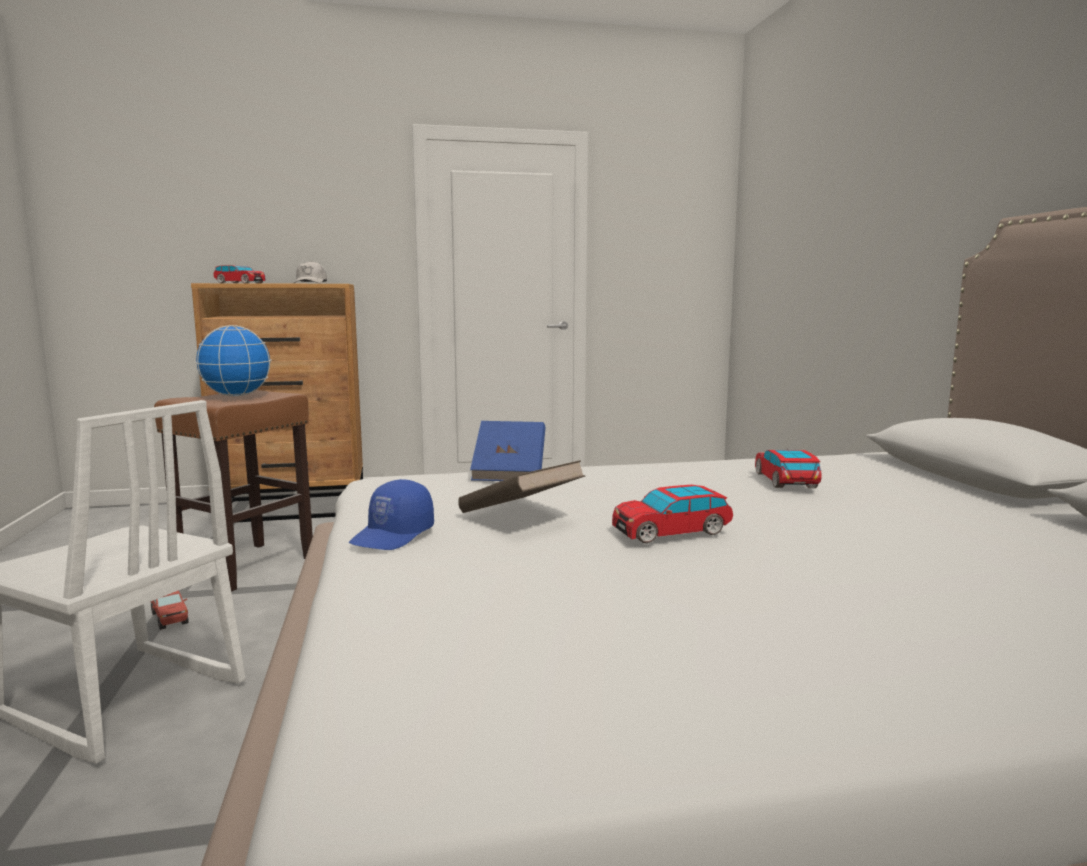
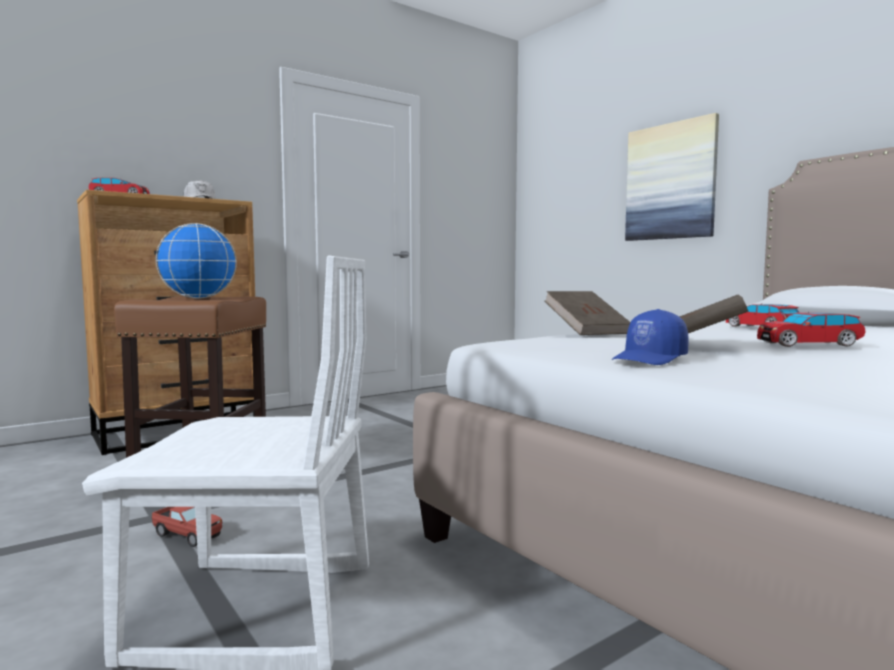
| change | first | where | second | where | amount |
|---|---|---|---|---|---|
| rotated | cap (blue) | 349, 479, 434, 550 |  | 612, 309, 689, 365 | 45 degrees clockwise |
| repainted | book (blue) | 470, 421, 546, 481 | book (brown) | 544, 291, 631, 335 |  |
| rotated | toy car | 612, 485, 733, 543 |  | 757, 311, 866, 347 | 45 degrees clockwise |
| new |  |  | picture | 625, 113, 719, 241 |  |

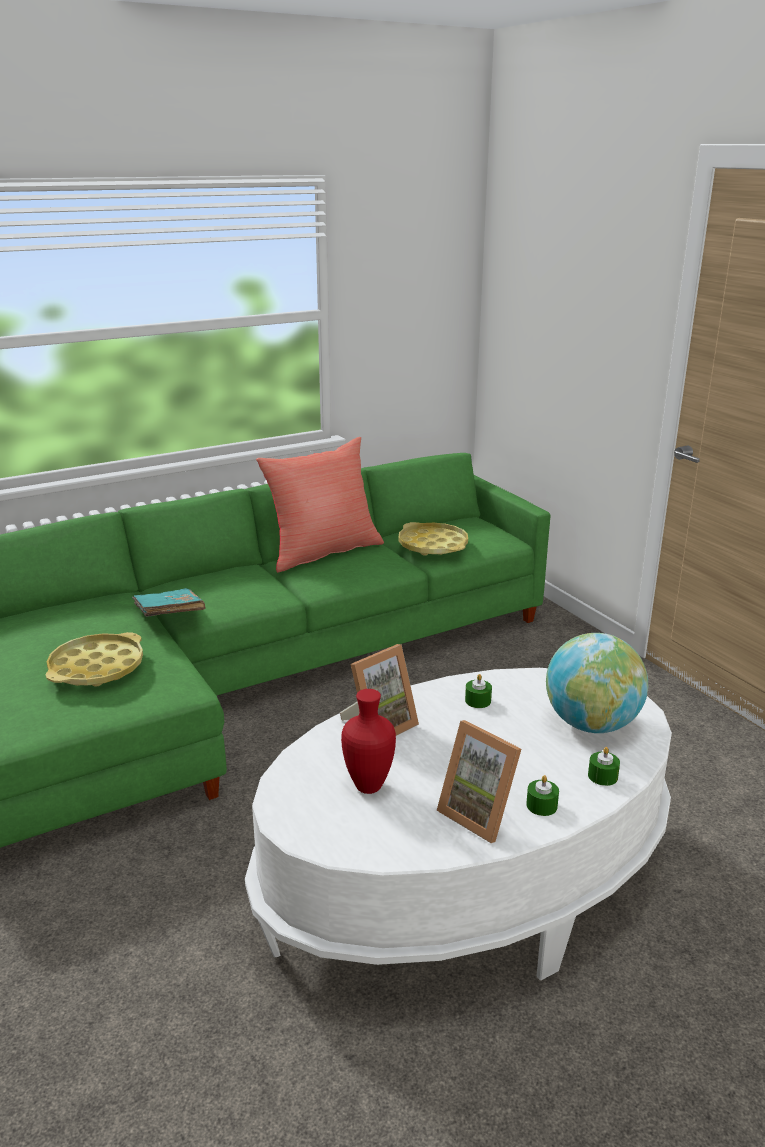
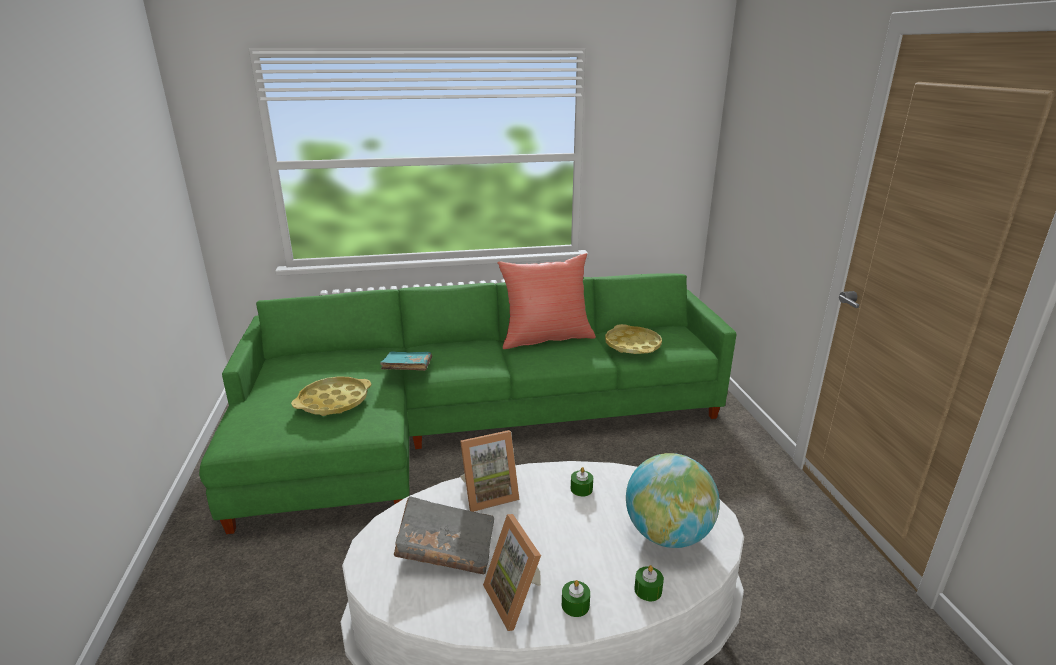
| change | first | where | second | where | amount |
|---|---|---|---|---|---|
| swapped | vase (red) | 341, 689, 396, 794 | book (grey) | 394, 496, 494, 574 |  |

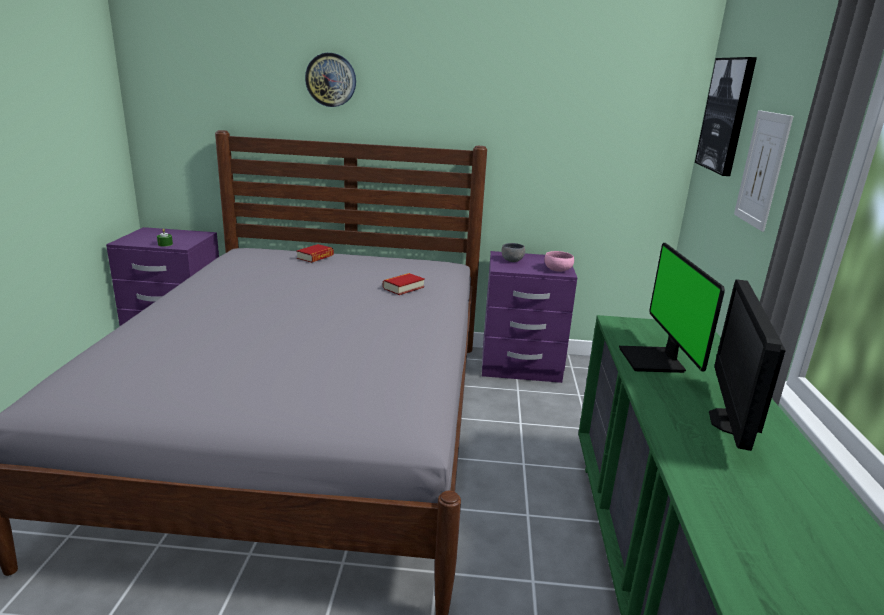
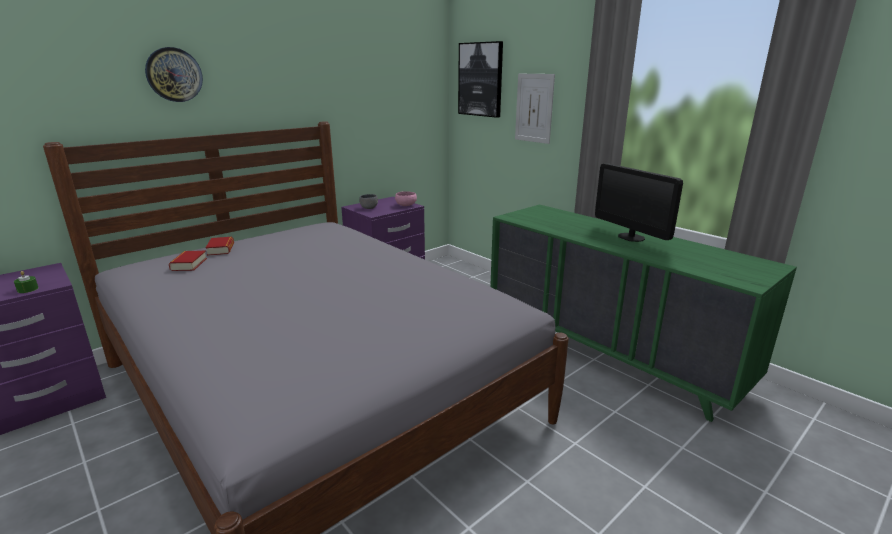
| change | first | where | second | where | amount |
|---|---|---|---|---|---|
| shifted | book | 383, 273, 425, 295 |  | 169, 251, 207, 271 |  |
| gone | monitor | 619, 243, 725, 373 |  |  |  |

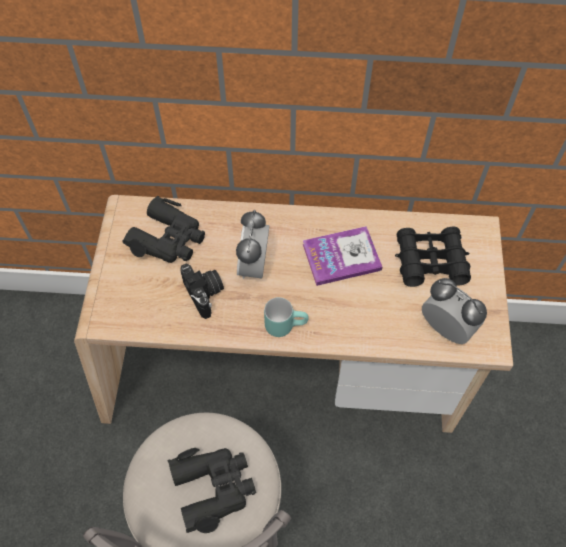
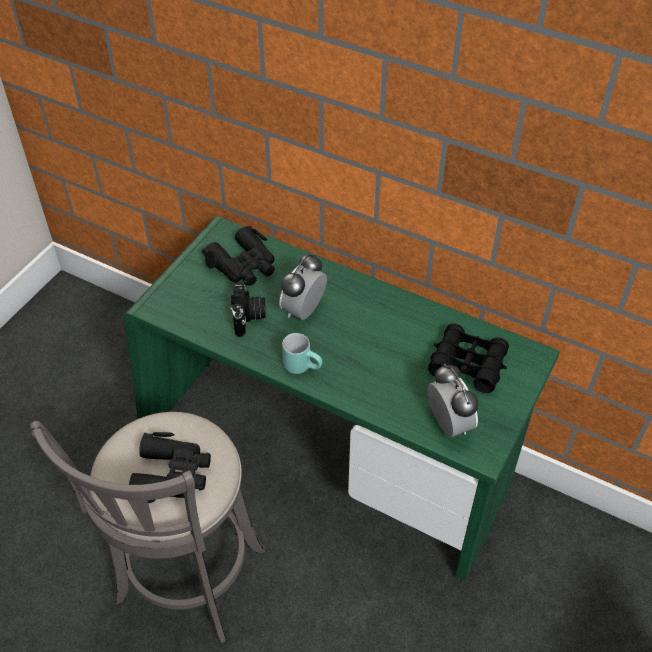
| change | first | where | second | where | amount |
|---|---|---|---|---|---|
| repainted | desk (beige) | 74, 195, 513, 433 | desk (green) | 124, 217, 560, 581 |  |
| gone | book | 303, 226, 382, 286 |  |  |  |

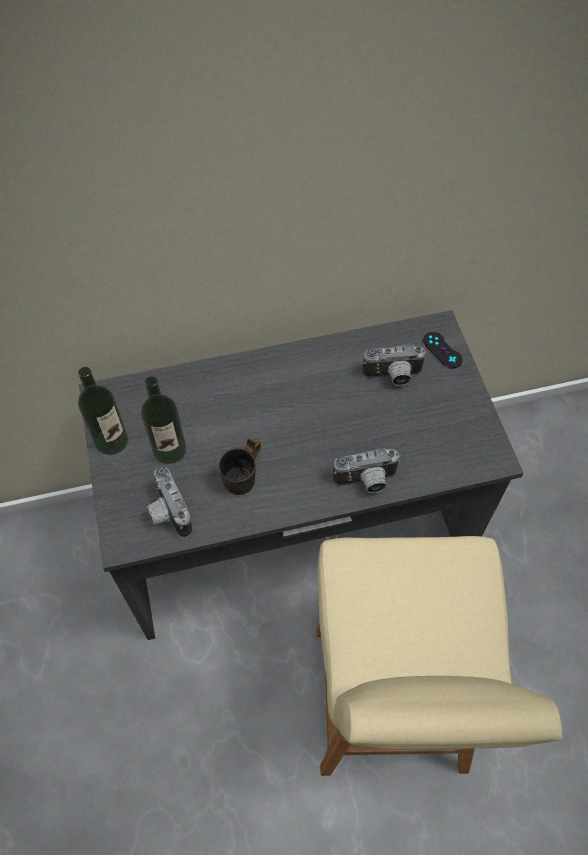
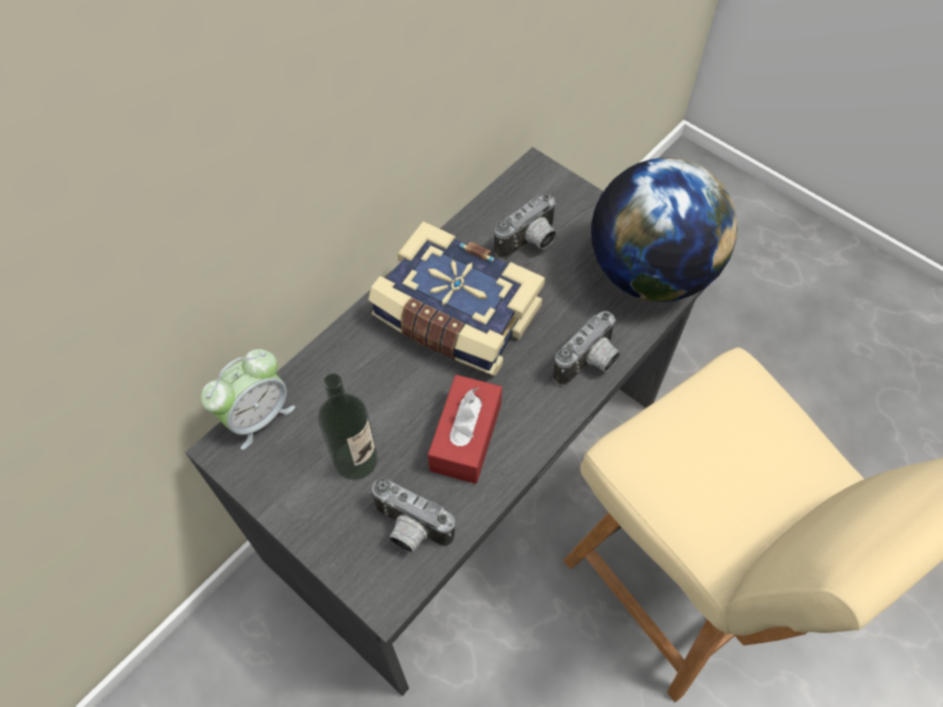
| change | first | where | second | where | amount |
|---|---|---|---|---|---|
| gone | bottle | 78, 367, 128, 455 |  |  |  |
| swapped | mug (grey) | 219, 439, 261, 495 | tissue box (red) | 428, 375, 502, 484 |  |
| gone | game controller (black) | 423, 332, 463, 368 |  |  |  |
| new |  |  | alarm clock | 201, 349, 295, 450 |  |
| new |  |  | book | 368, 221, 545, 376 |  |
| new |  |  | globe | 591, 157, 737, 302 |  |

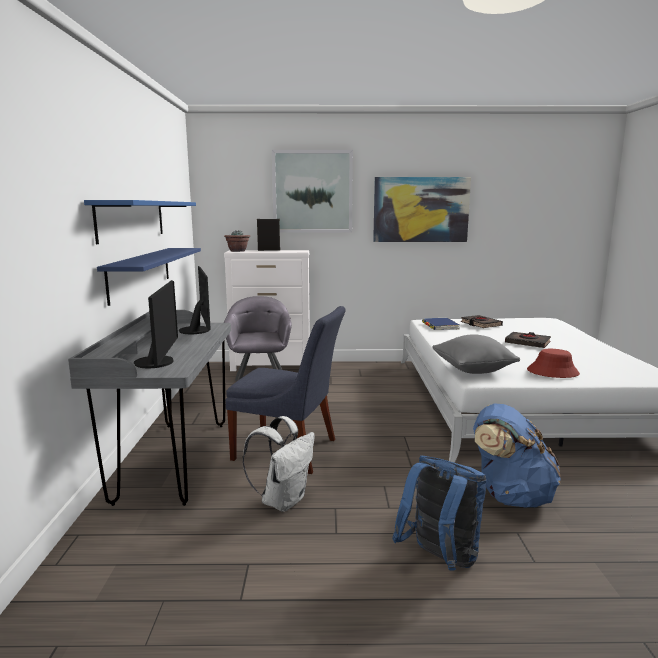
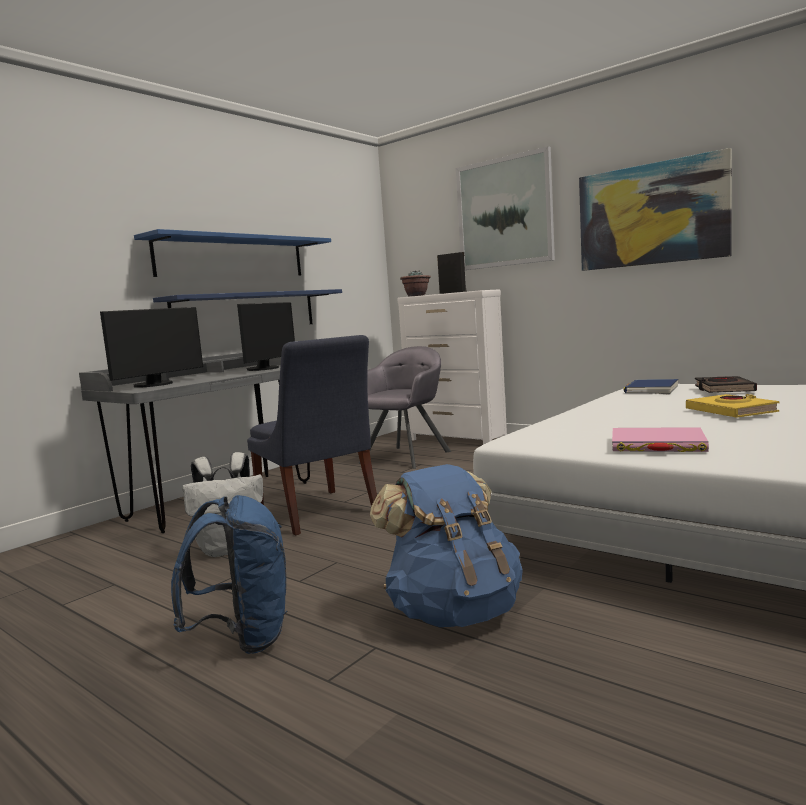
| change | first | where | second | where | amount |
|---|---|---|---|---|---|
| gone | pillow (grey) | 432, 334, 520, 374 |  |  |  |
| repainted | book (black) | 505, 332, 551, 348 | book (yellow) | 686, 394, 779, 418 |  |
| swapped | hat (red) | 527, 349, 580, 378 | book (pink) | 612, 427, 709, 452 |  |

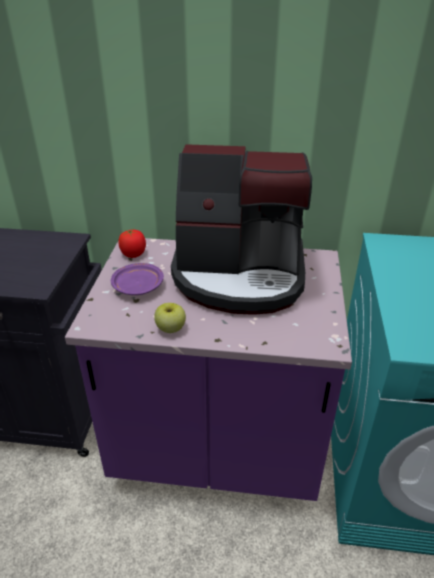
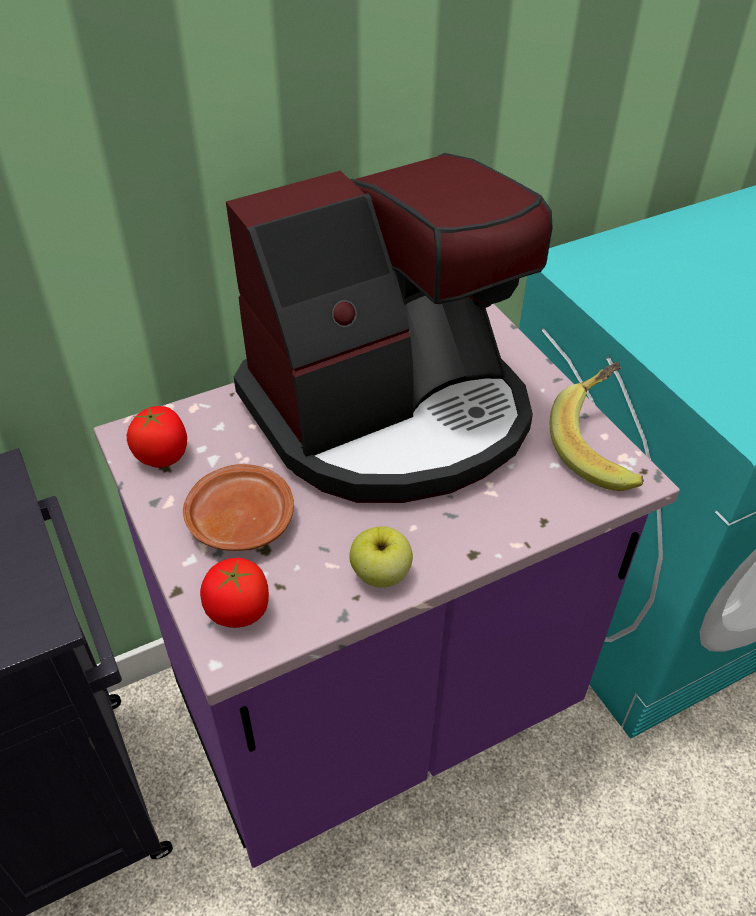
| change | first | where | second | where | amount |
|---|---|---|---|---|---|
| repainted | plate (purple) | 111, 263, 164, 295 | plate (brown) | 183, 464, 294, 551 |  |
| new |  |  | tomato | 200, 558, 269, 628 |  |
| new |  |  | banana | 550, 362, 644, 491 |  |

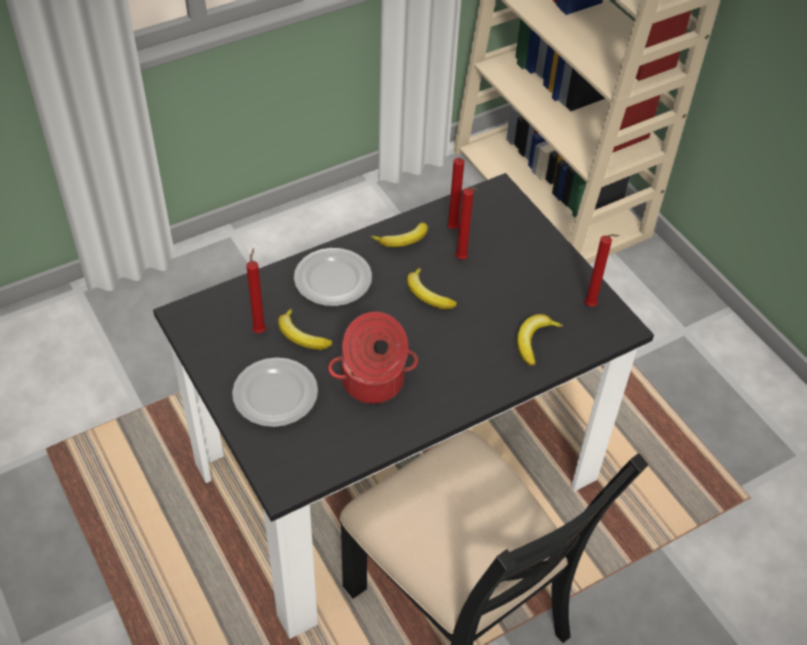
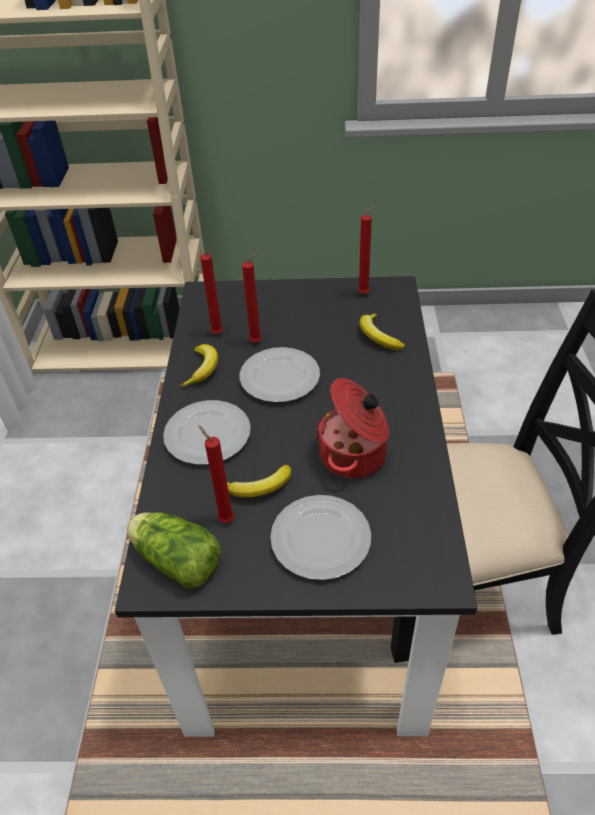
| change | first | where | second | where | amount |
|---|---|---|---|---|---|
| swapped | banana | 407, 268, 457, 309 | plate | 240, 347, 320, 403 |  |
| new |  |  | lettuce | 127, 512, 221, 588 |  |

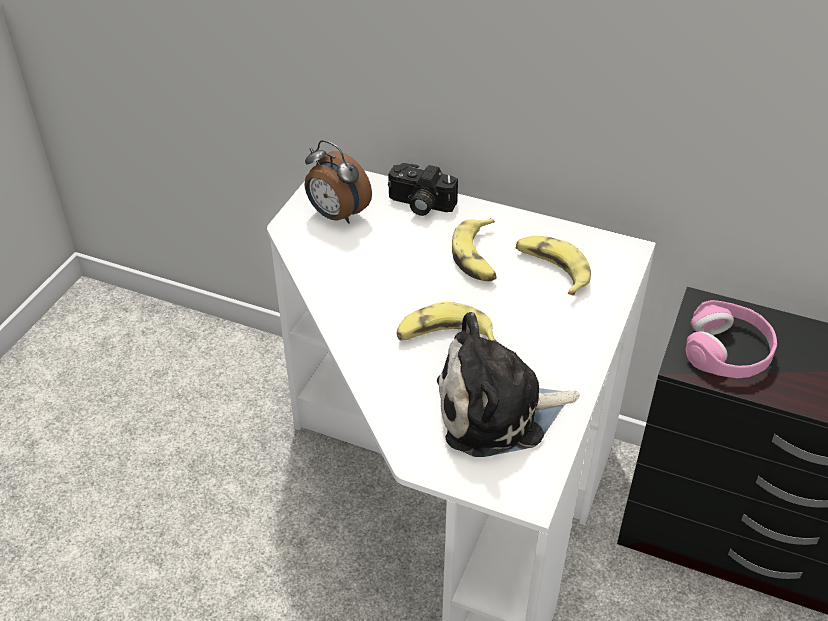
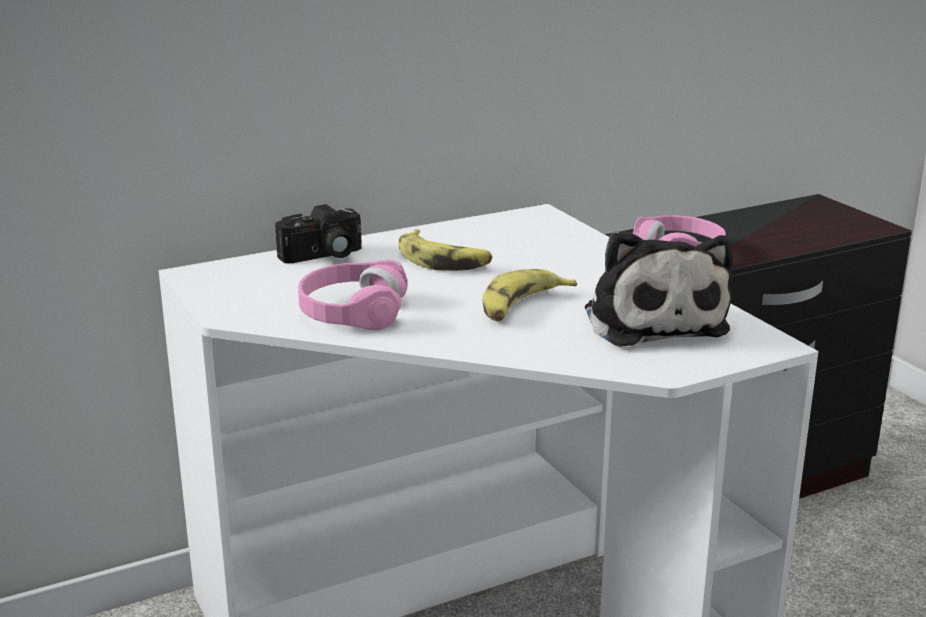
| change | first | where | second | where | amount |
|---|---|---|---|---|---|
| gone | alarm clock | 305, 140, 372, 224 |  |  |  |
| rotated | plush toy | 437, 312, 580, 457 |  | 585, 231, 733, 347 | 45 degrees counterclockwise |
| gone | banana | 515, 236, 591, 296 |  |  |  |
| new |  |  | headphones (pink) | 298, 260, 407, 330 |  |

